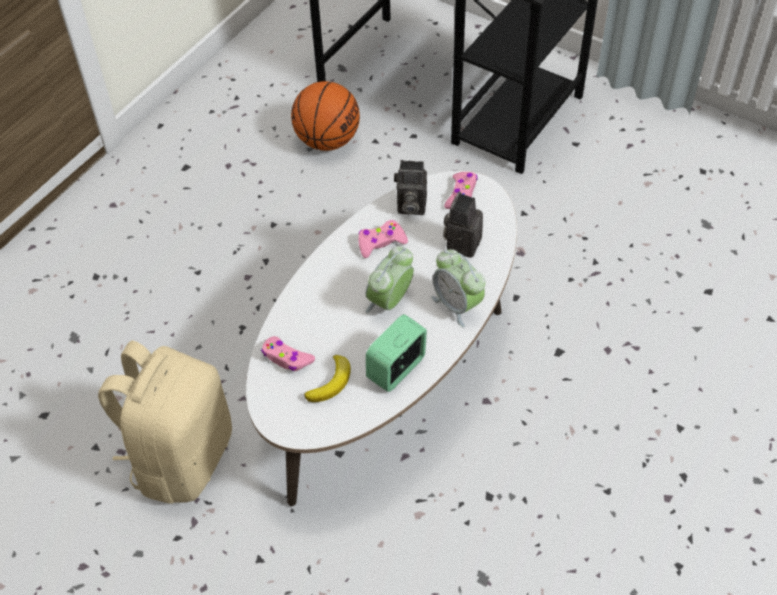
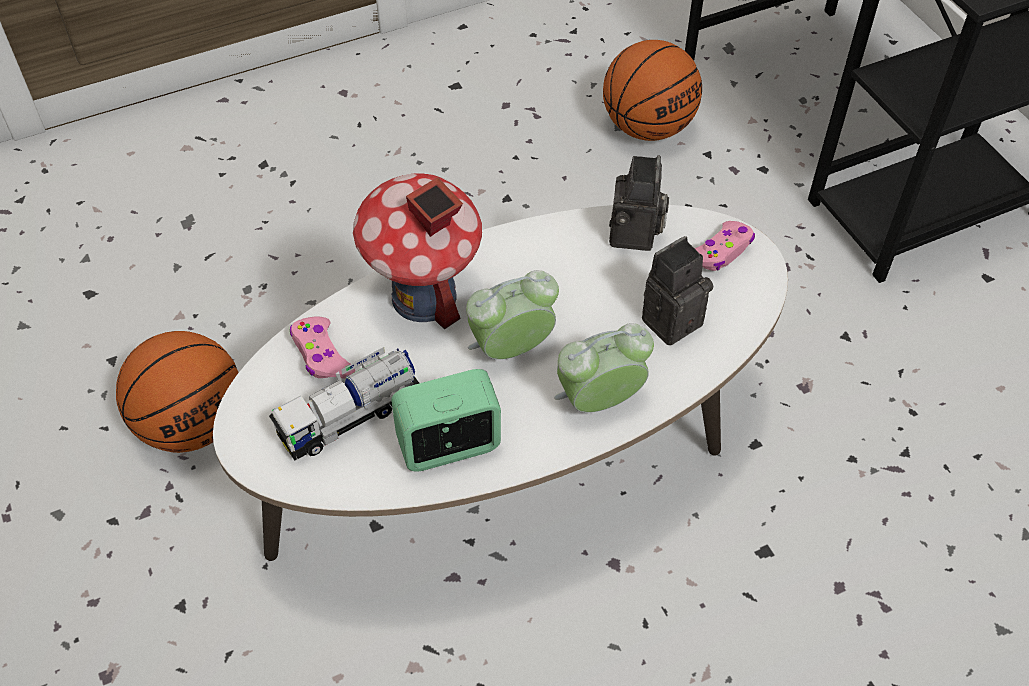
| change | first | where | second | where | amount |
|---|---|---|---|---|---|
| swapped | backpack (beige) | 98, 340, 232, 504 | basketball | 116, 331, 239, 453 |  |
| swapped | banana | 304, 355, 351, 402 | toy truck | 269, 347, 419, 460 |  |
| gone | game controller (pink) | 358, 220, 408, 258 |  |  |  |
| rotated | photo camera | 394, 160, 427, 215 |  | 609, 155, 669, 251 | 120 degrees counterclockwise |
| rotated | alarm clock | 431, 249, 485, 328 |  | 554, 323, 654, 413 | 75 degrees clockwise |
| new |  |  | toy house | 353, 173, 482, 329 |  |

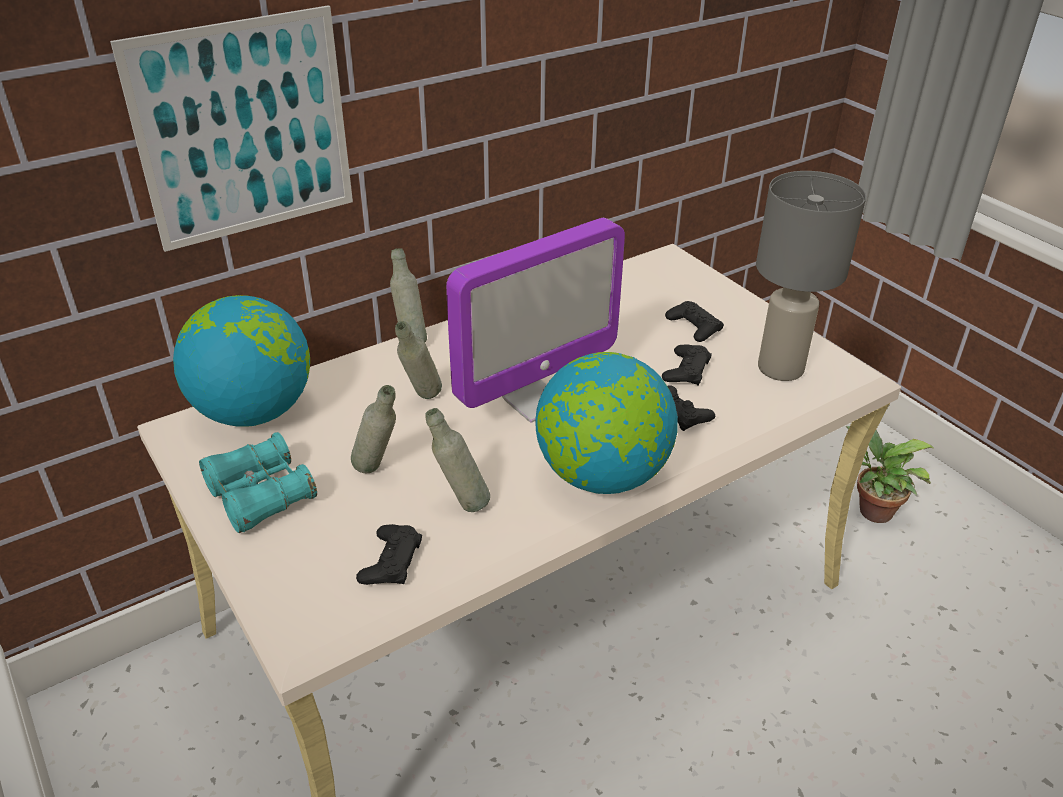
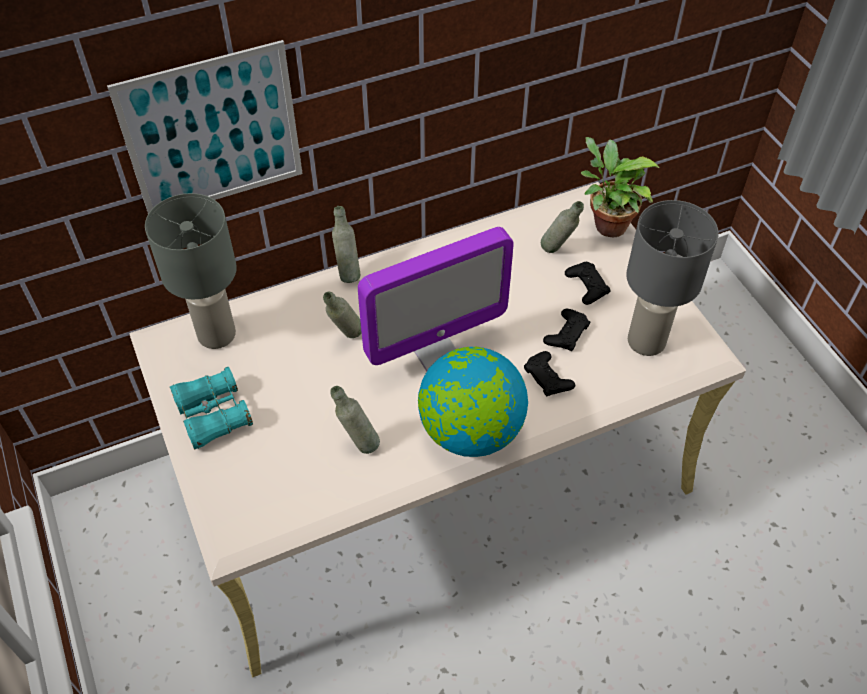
| change | first | where | second | where | amount |
|---|---|---|---|---|---|
| swapped | globe | 173, 295, 310, 427 | table lamp (grey) | 145, 193, 237, 349 |  |
| shifted | bottle (grey) | 351, 385, 396, 473 |  | 541, 201, 584, 253 |  |
| gone | game controller (black) | 356, 524, 422, 585 |  |  |  |
| shifted | potted plant | 846, 426, 934, 523 |  | 581, 137, 660, 237 |  |

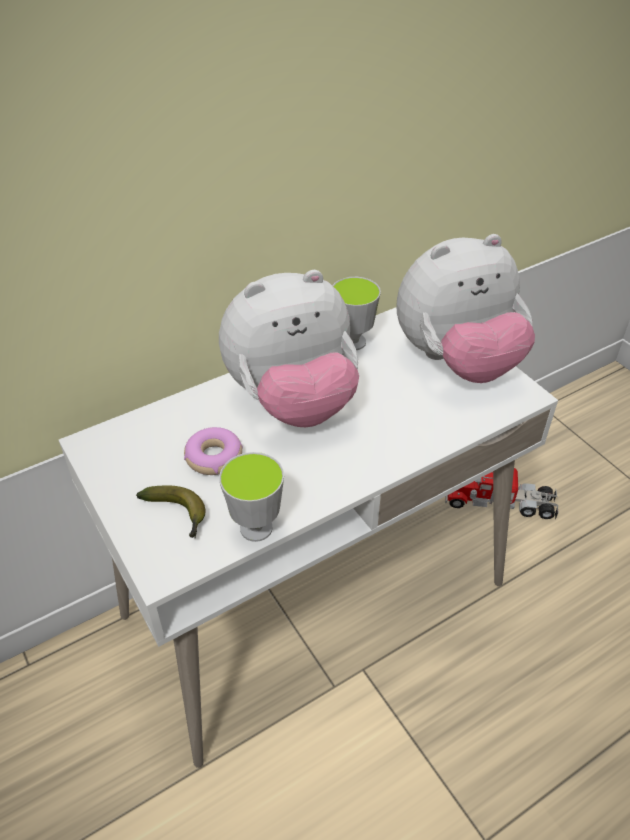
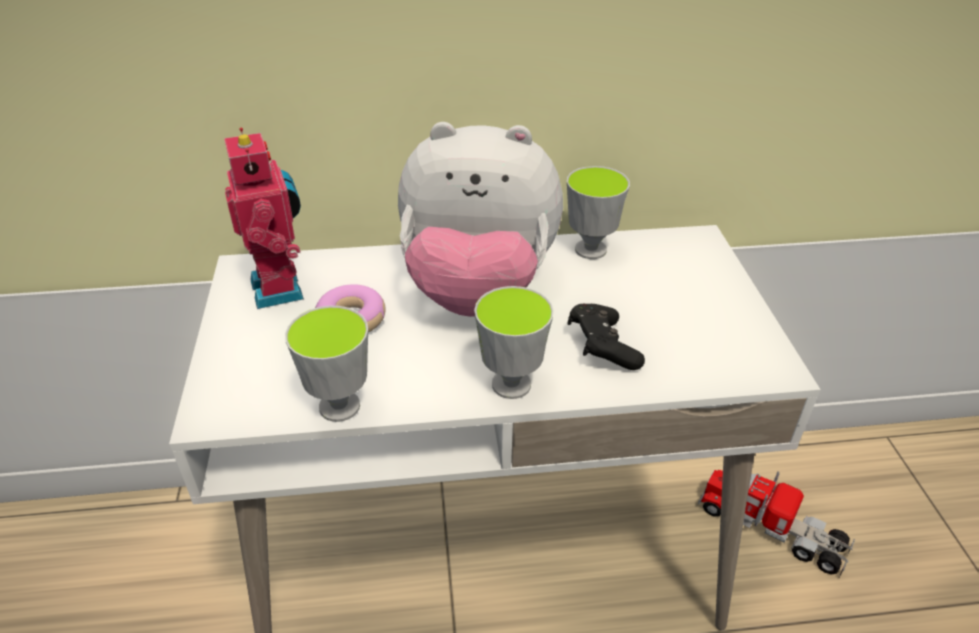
| change | first | where | second | where | amount |
|---|---|---|---|---|---|
| gone | banana | 136, 485, 206, 538 |  |  |  |
| gone | plush toy | 396, 234, 535, 383 |  |  |  |
| new |  |  | toy robot | 224, 128, 304, 309 |  |
| new |  |  | cup | 474, 286, 554, 399 |  |
| new |  |  | game controller (black) | 568, 304, 645, 370 |  |

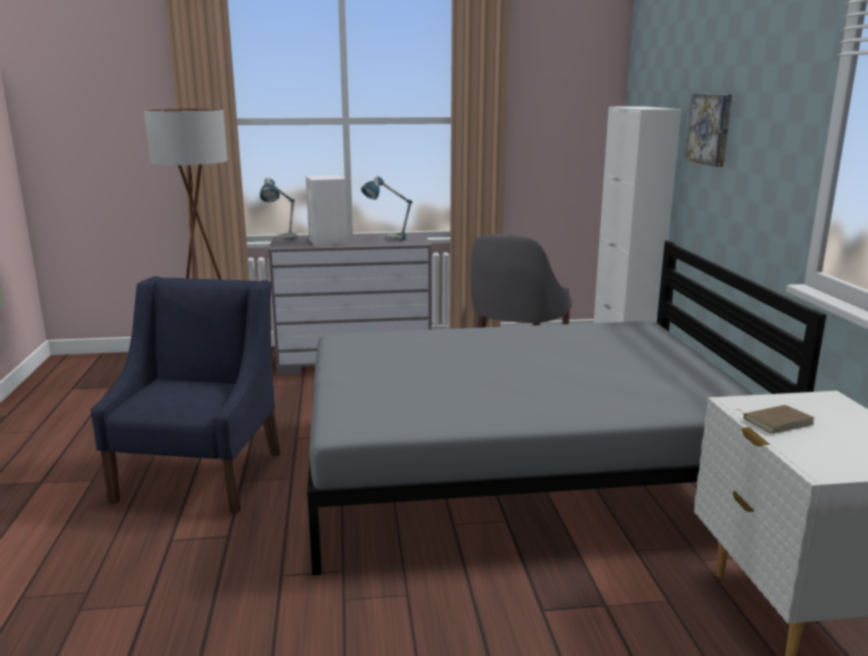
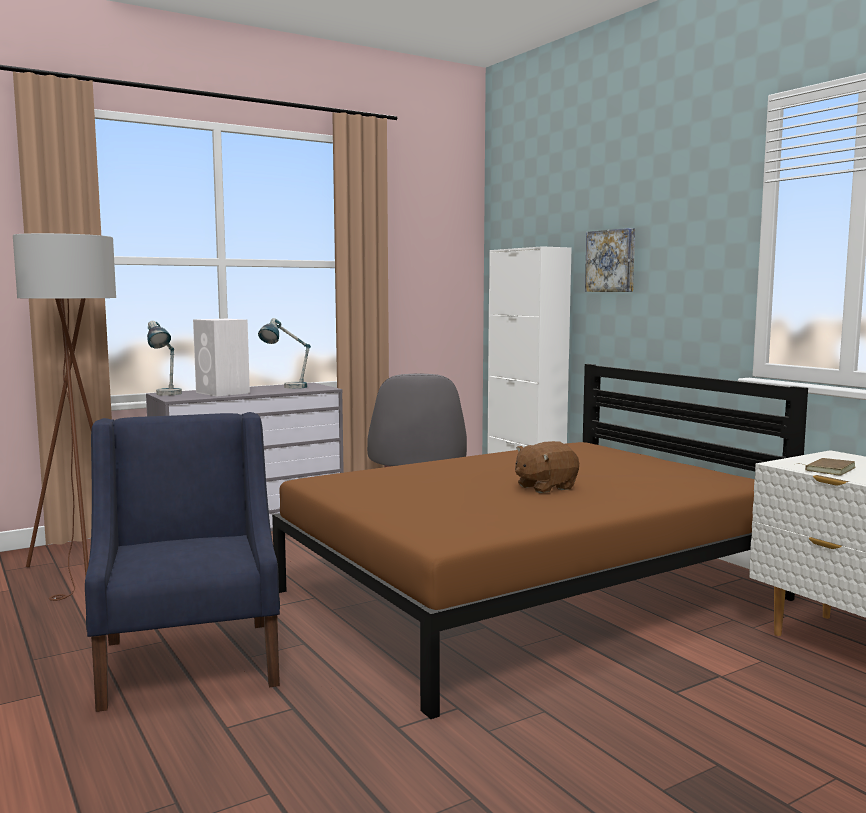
| change | first | where | second | where | amount |
|---|---|---|---|---|---|
| repainted | bed (grey) | 307, 241, 826, 575 | bed (brown) | 272, 364, 808, 719 |  |
| new |  |  | plush toy (brown) | 515, 441, 579, 493 |  |

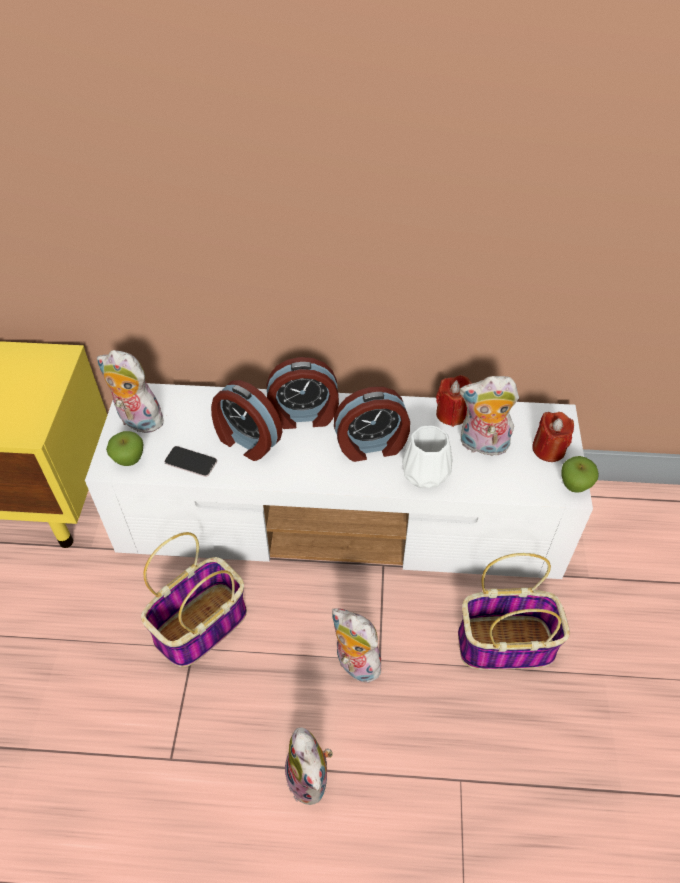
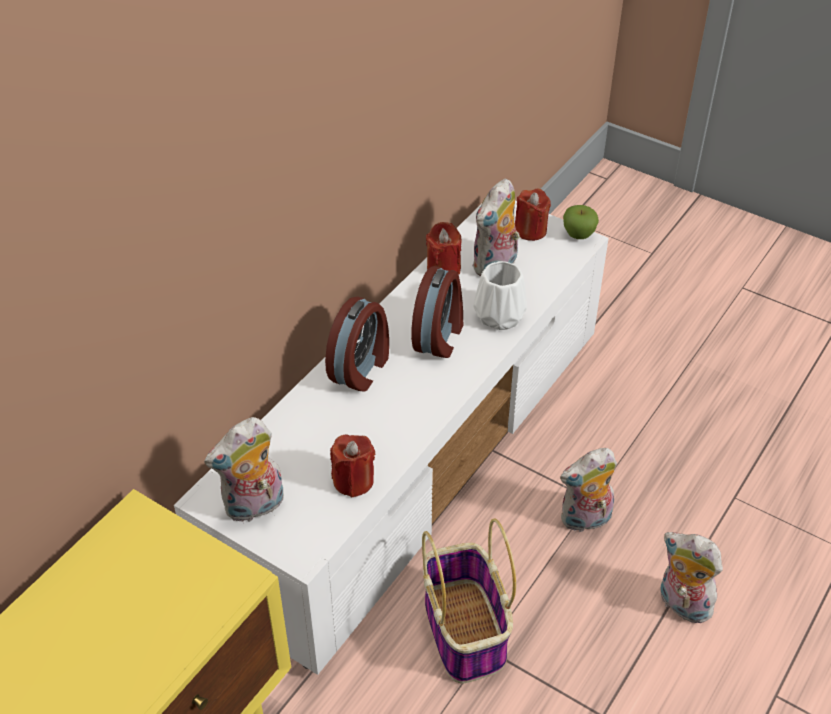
| change | first | where | second | where | amount |
|---|---|---|---|---|---|
| gone | apple | 106, 431, 143, 466 |  |  |  |
| swapped | phone | 164, 446, 217, 477 | candle (red) | 330, 435, 375, 497 |  |
| gone | alarm clock | 211, 380, 282, 461 |  |  |  |
| rotated | plush toy | 283, 727, 333, 805 |  | 660, 532, 723, 624 | 150 degrees counterclockwise |
| gone | basket | 458, 553, 570, 670 |  |  |  |

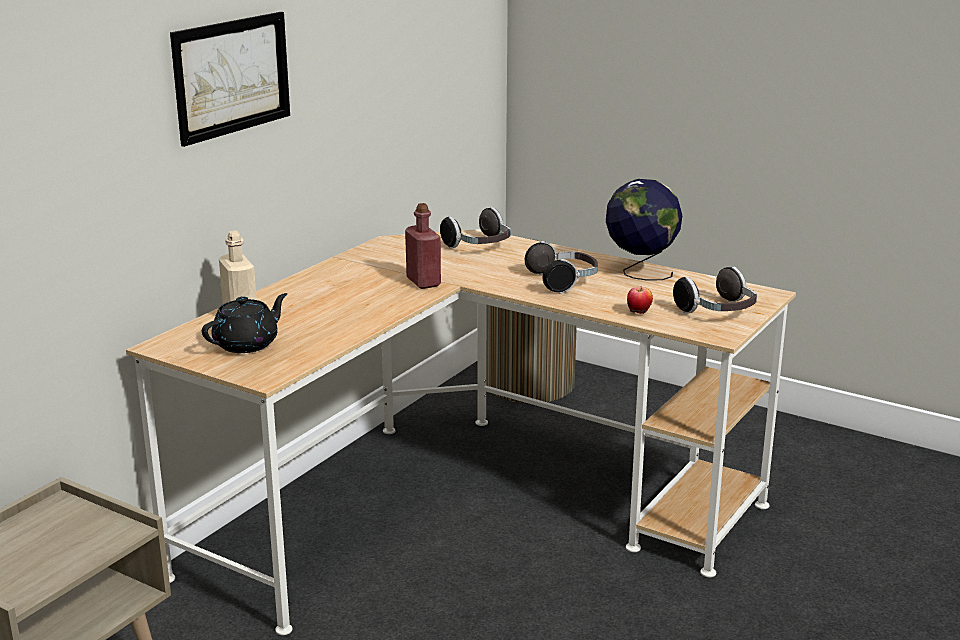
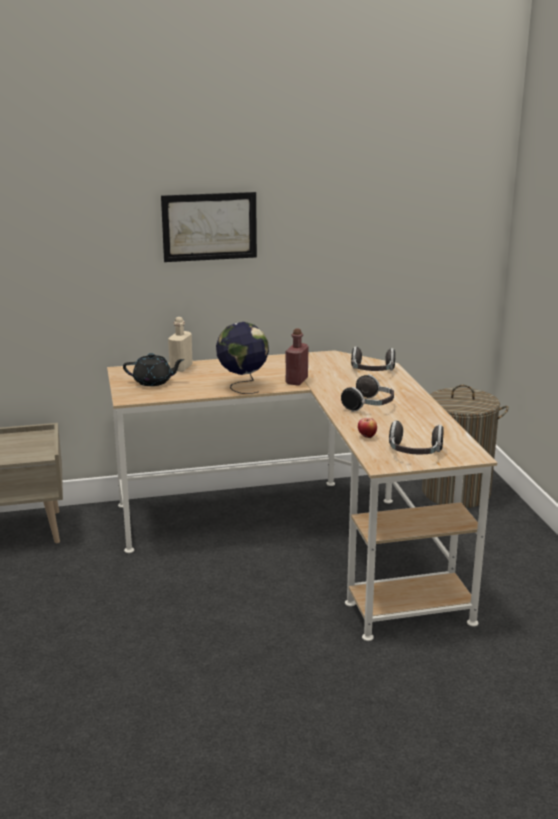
| change | first | where | second | where | amount |
|---|---|---|---|---|---|
| shifted | globe | 606, 179, 682, 281 |  | 216, 322, 269, 394 |  |

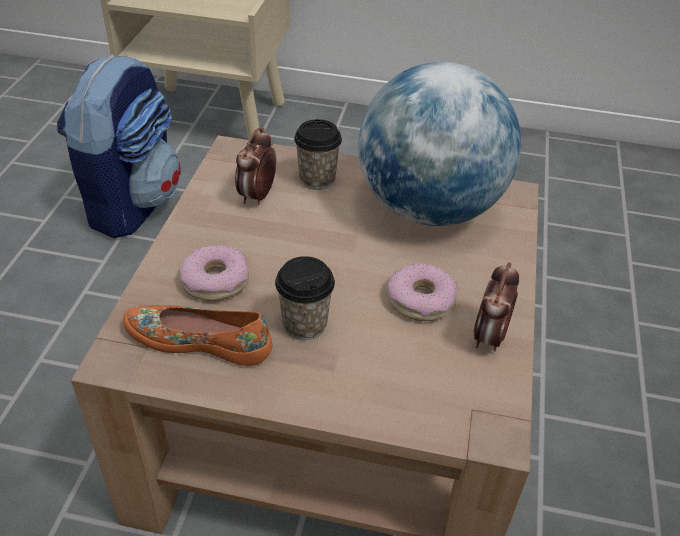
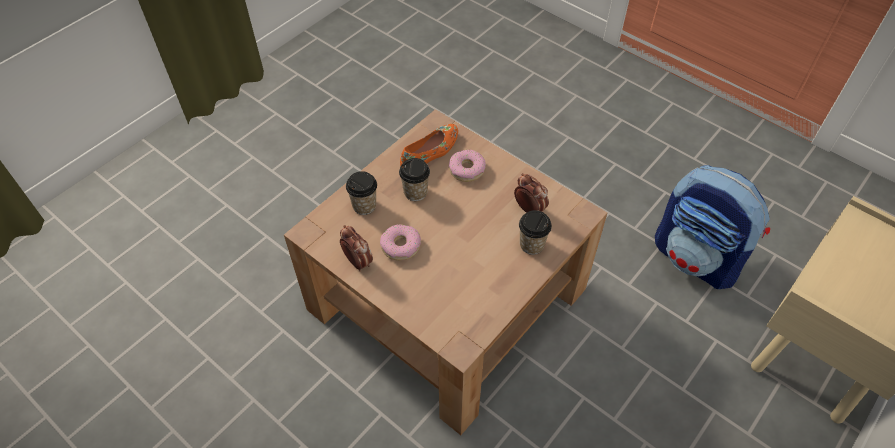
| change | first | where | second | where | amount |
|---|---|---|---|---|---|
| gone | globe | 358, 62, 521, 226 |  |  |  |
| new |  |  | cup | 346, 171, 377, 215 |  |

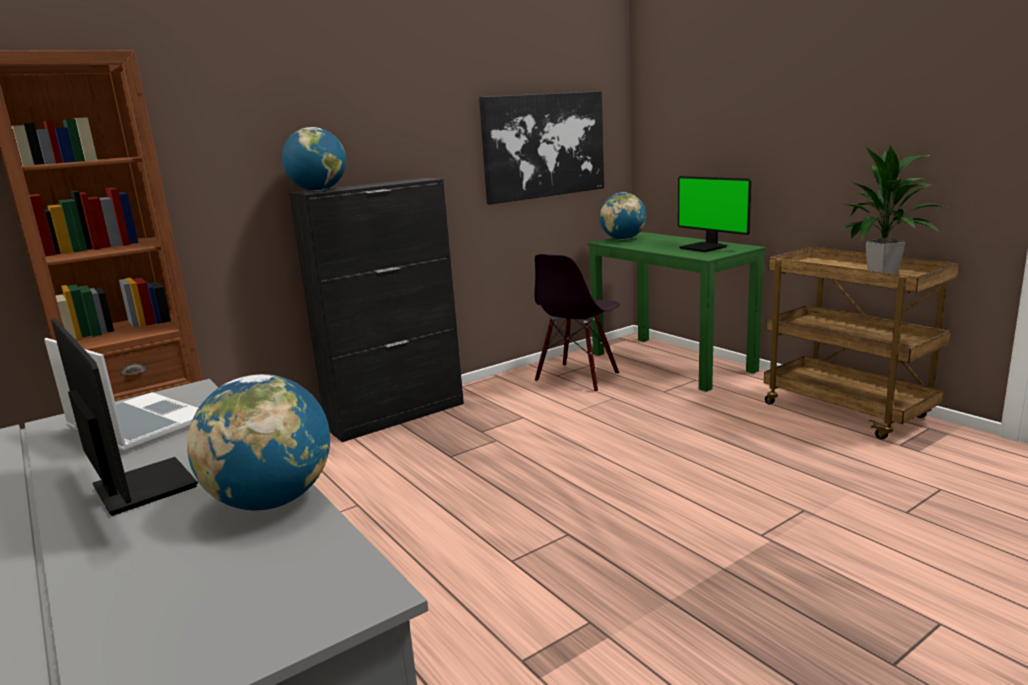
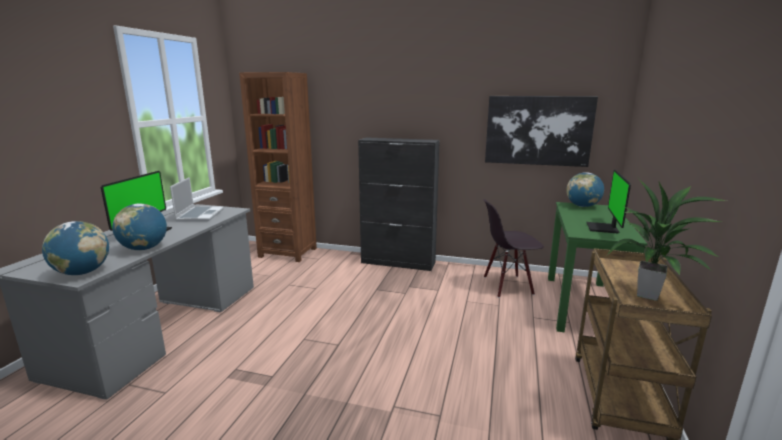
| change | first | where | second | where | amount |
|---|---|---|---|---|---|
| shifted | globe | 282, 127, 346, 191 |  | 42, 221, 109, 275 |  |

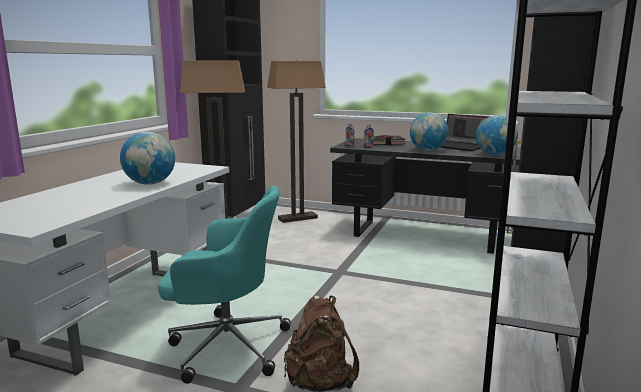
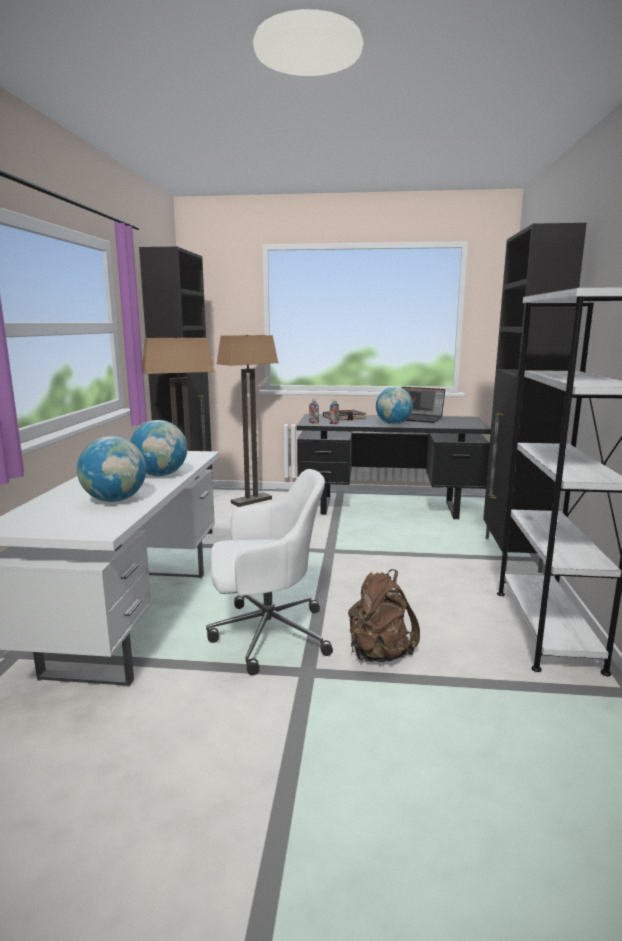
| change | first | where | second | where | amount |
|---|---|---|---|---|---|
| repainted | office chair (turquoise) | 158, 186, 291, 384 | office chair (white) | 206, 469, 333, 675 |  |
| shifted | globe | 476, 115, 518, 156 |  | 77, 436, 146, 502 |  |

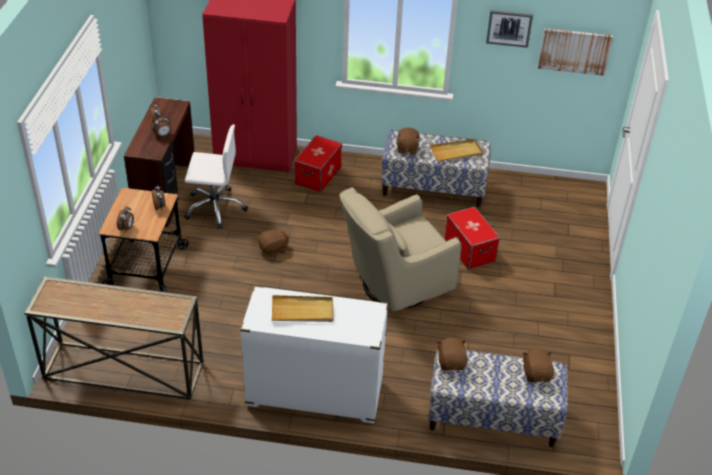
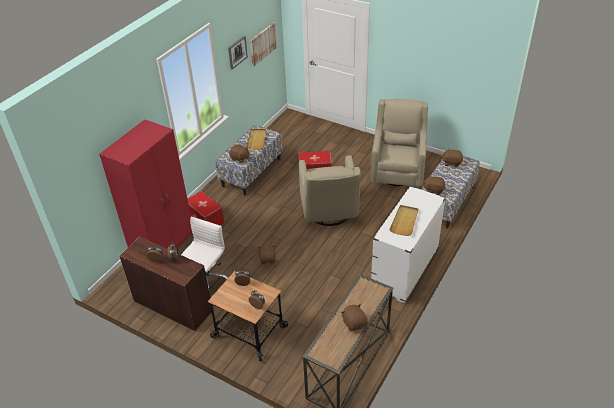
| change | first | where | second | where | amount |
|---|---|---|---|---|---|
| new |  |  | plush toy (brown) | 341, 304, 368, 332 |  |
| new |  |  | armchair (beige) | 371, 99, 428, 187 |  |

